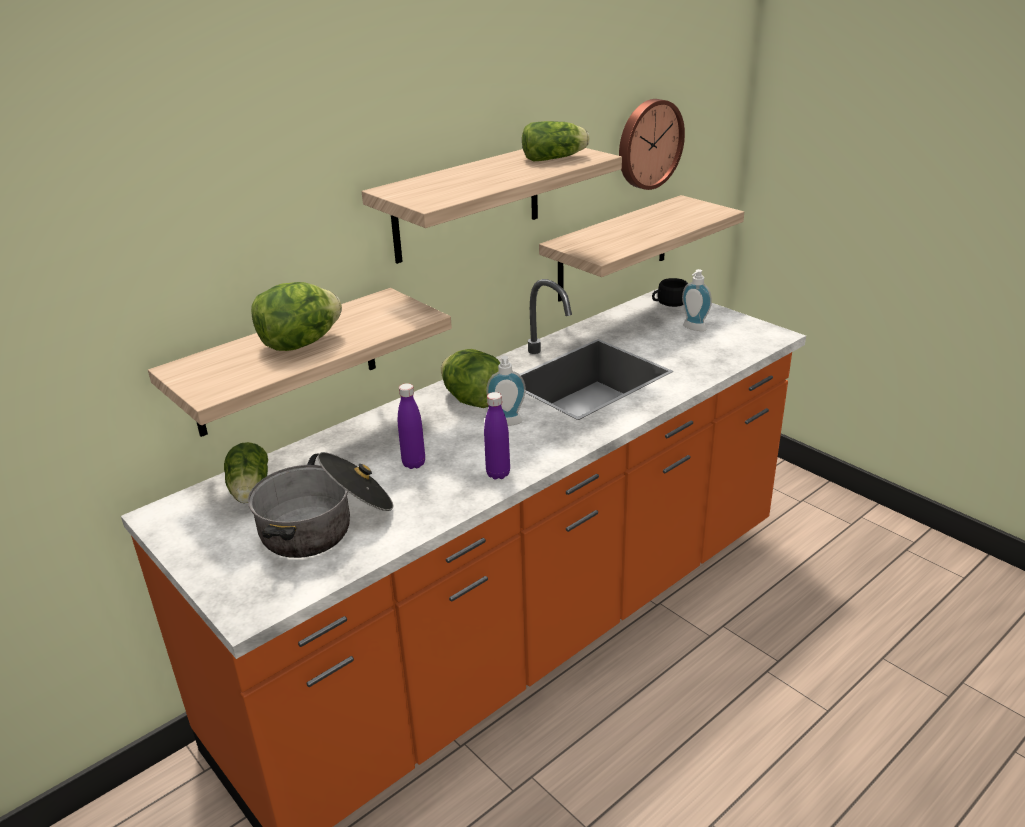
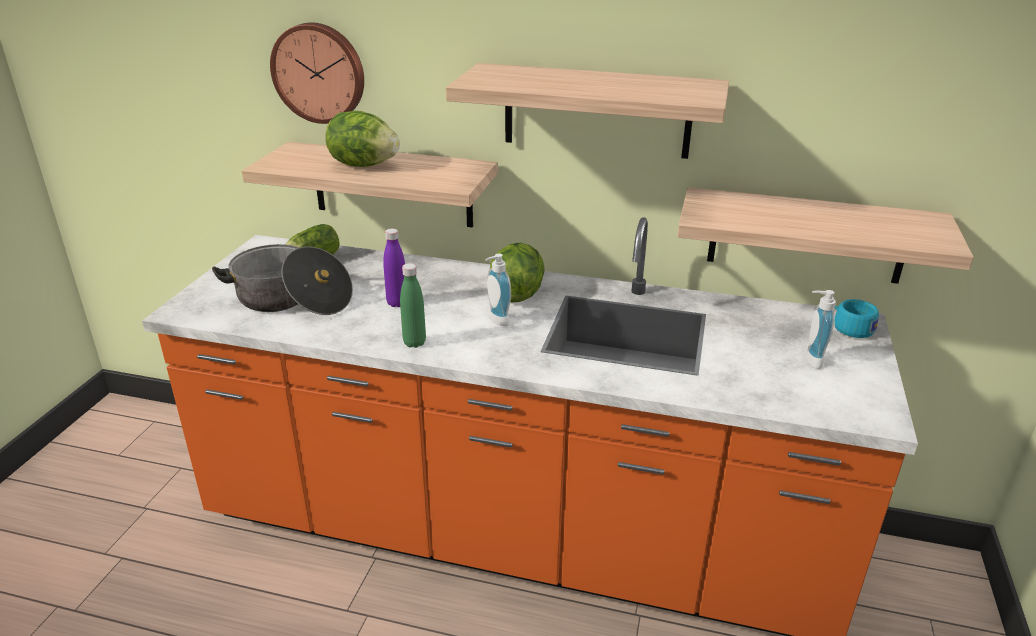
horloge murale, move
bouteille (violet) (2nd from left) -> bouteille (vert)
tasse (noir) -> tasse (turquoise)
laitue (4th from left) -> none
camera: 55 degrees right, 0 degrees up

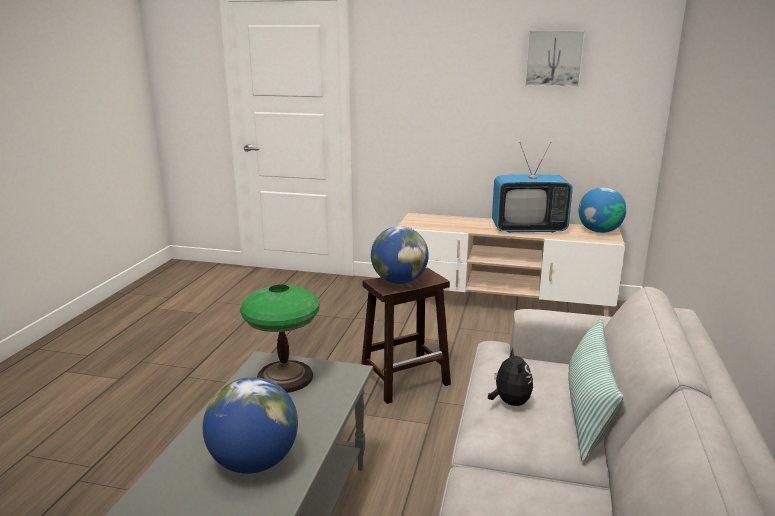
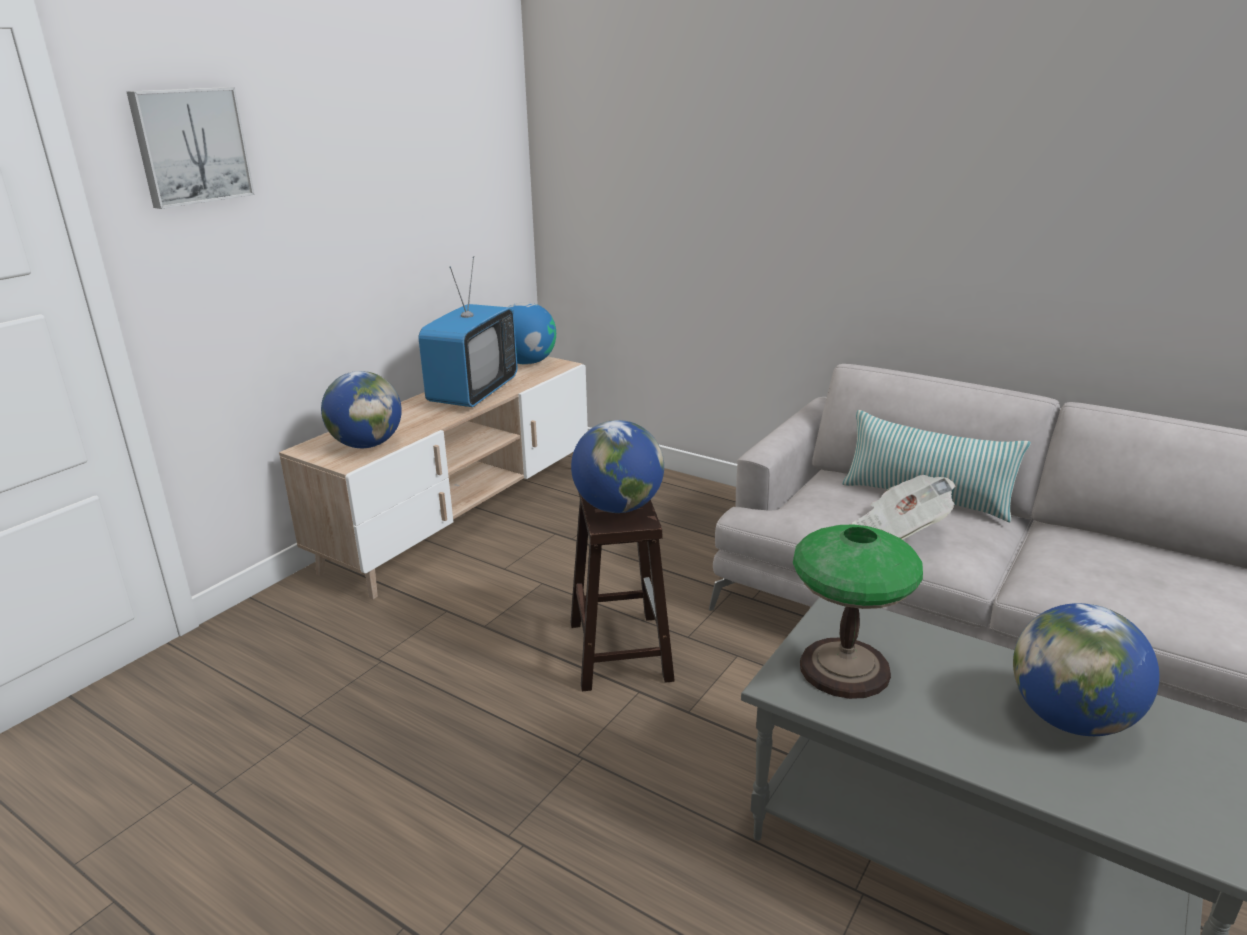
tableau, move
none -> globe (1st from left)
peluche -> journal
camera: 70 degrees left, 5 degrees up

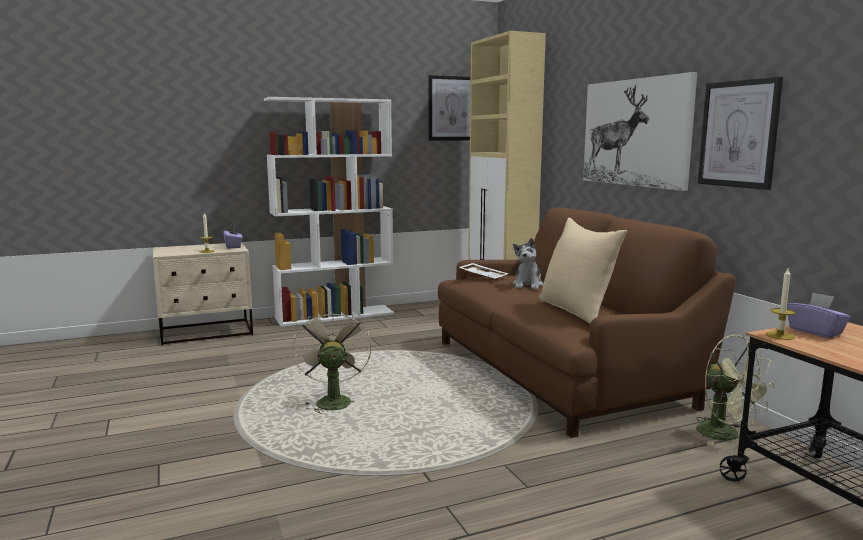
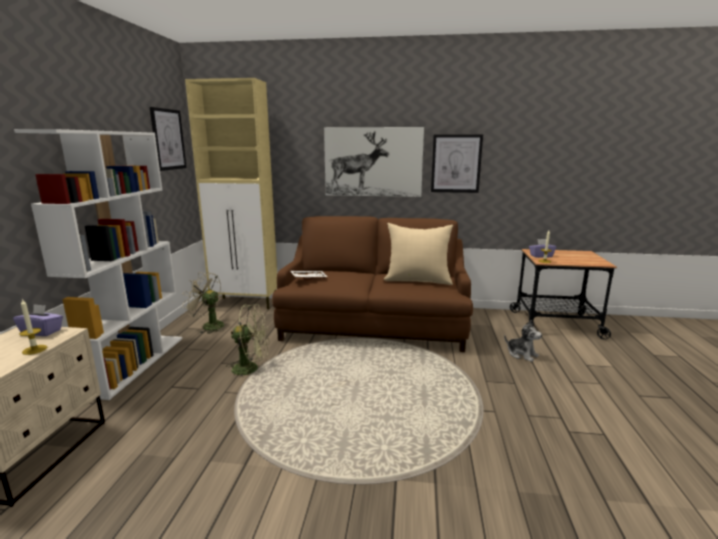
ventilateur (beige), move
ventilateur (vert), move
peluche, move
camera: 60 degrees left, 5 degrees up

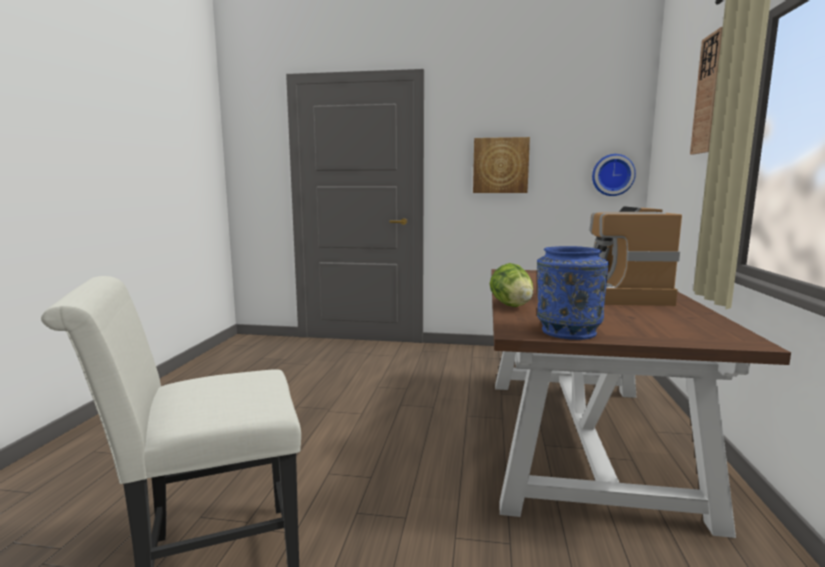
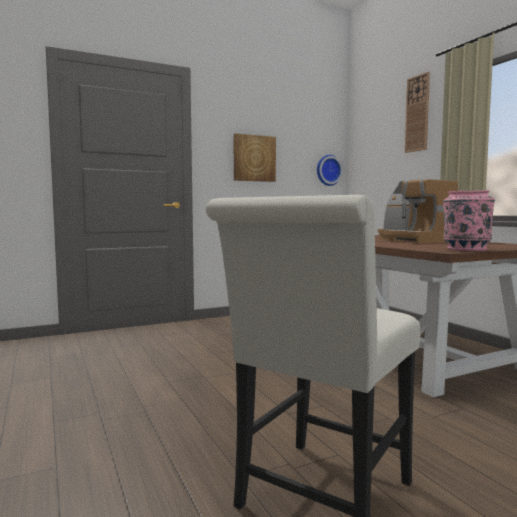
vase (bleu) -> vase (rose)
laitue -> none
camera: 35 degrees left, 5 degrees down

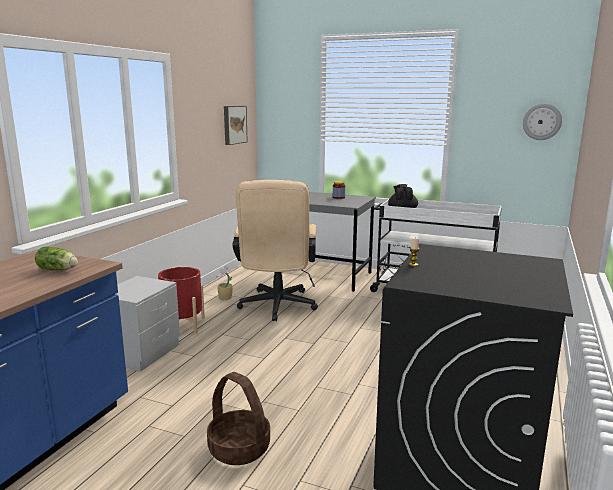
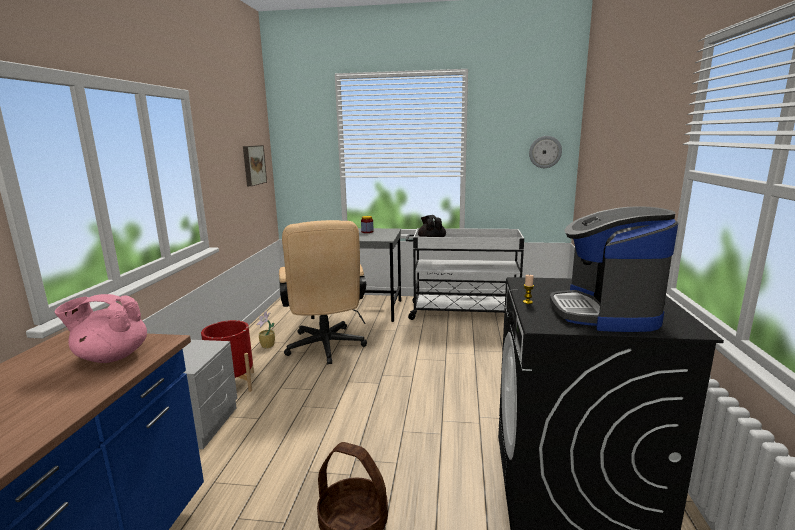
laitue -> théière (rose)
none -> machine à café
camera: 15 degrees left, 0 degrees up

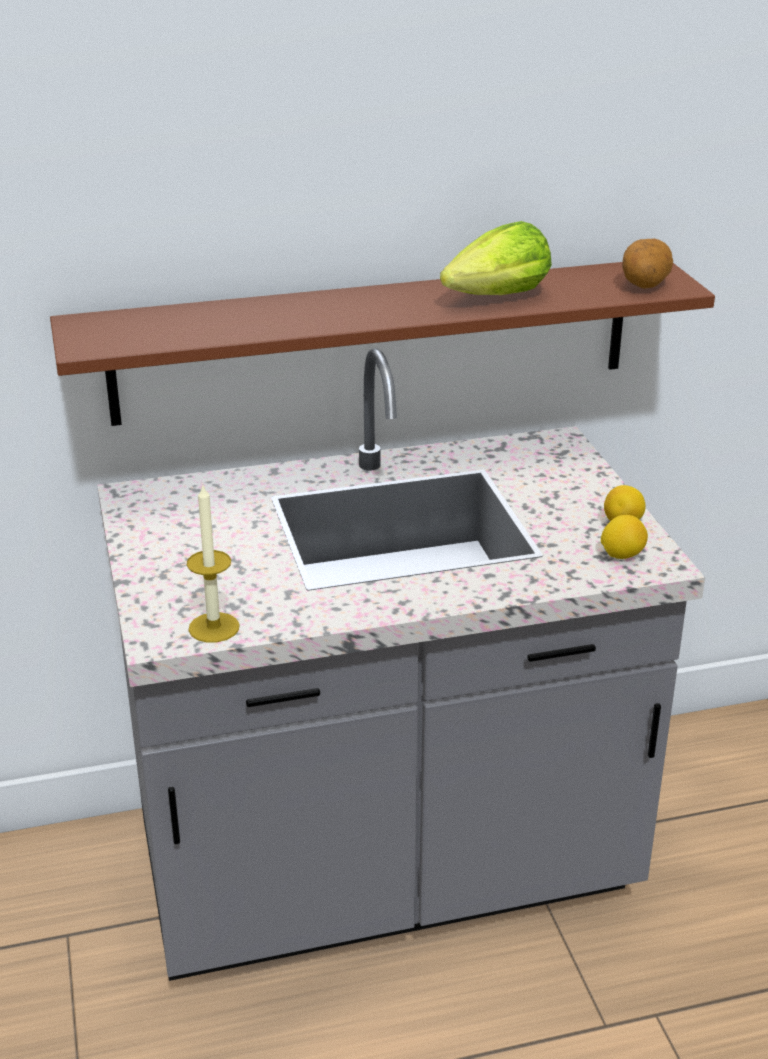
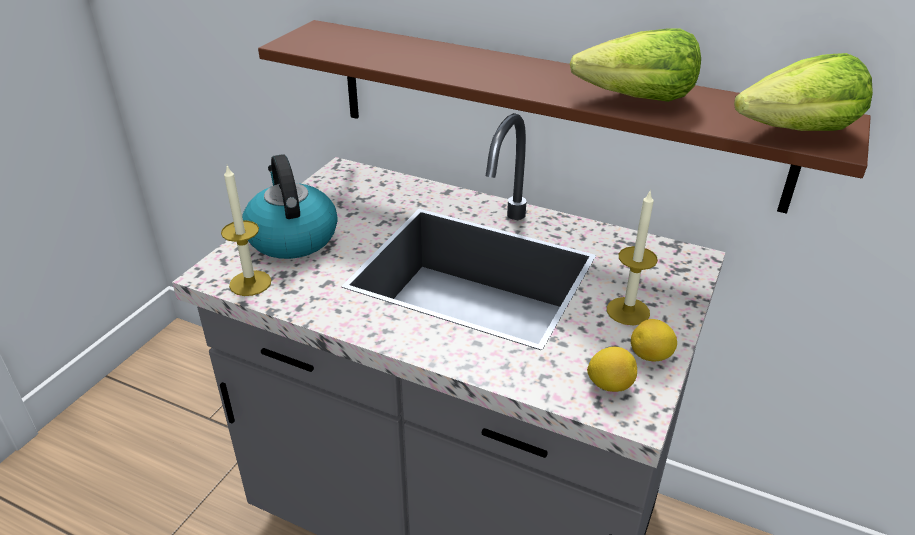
none -> bouilloire
none -> bougie (2nd from left)
pomme de terre -> laitue (2nd from left)
camera: 40 degrees right, 5 degrees up

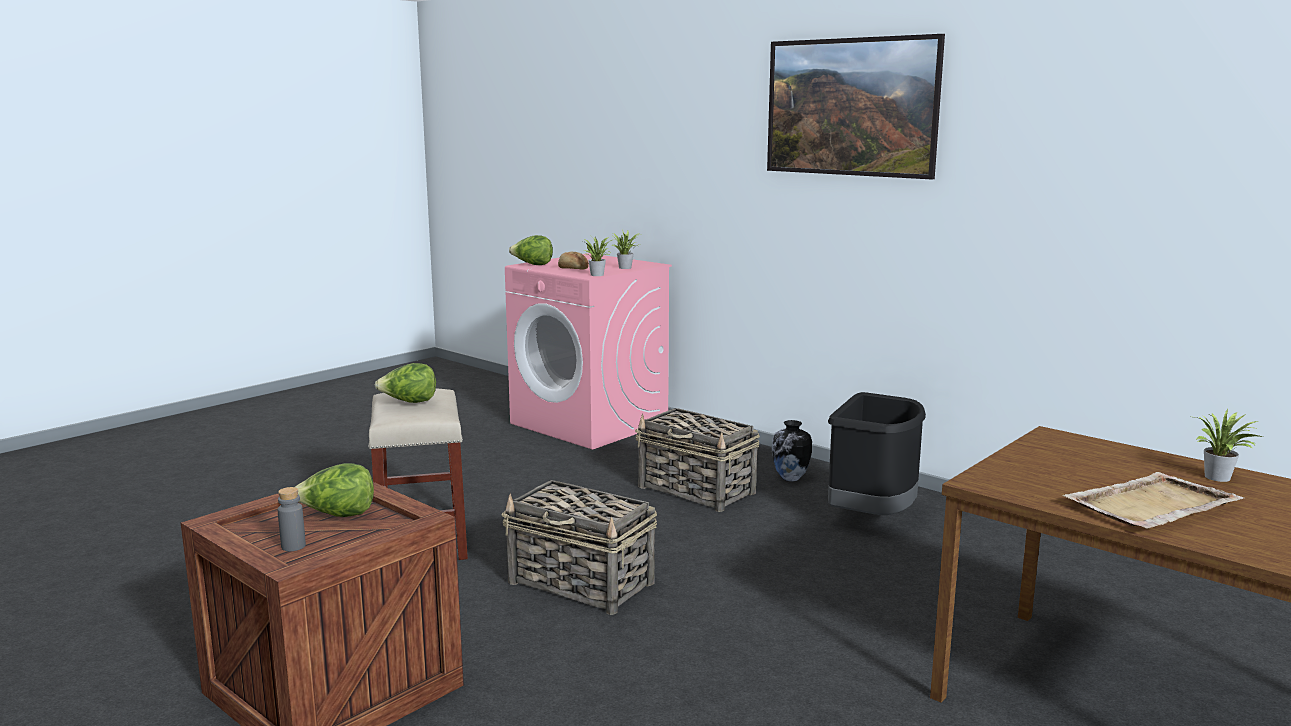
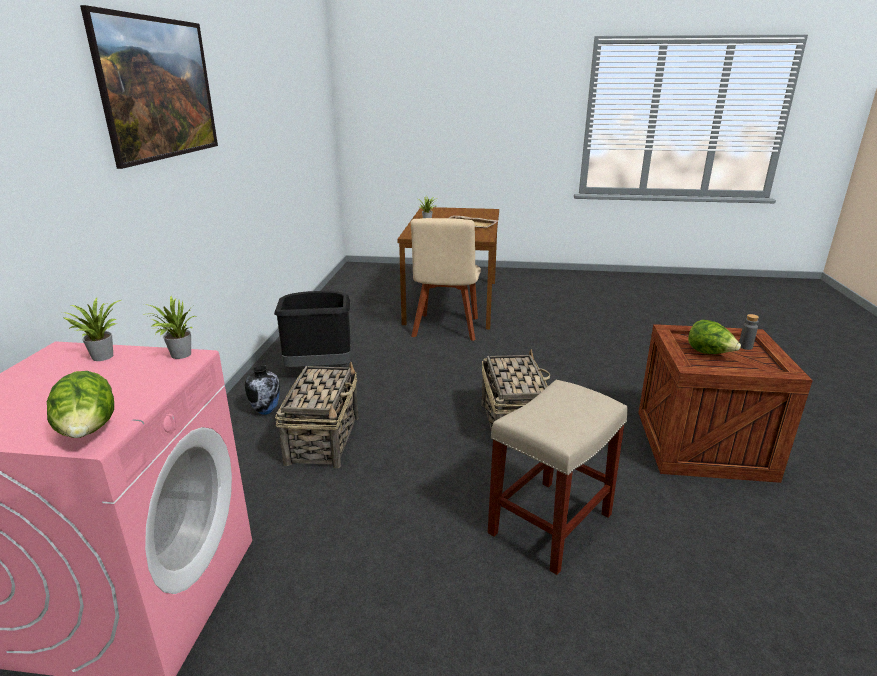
none -> chaise (beige)
laitue (2nd from left) -> none
pain -> none
camera: 125 degrees left, 10 degrees up

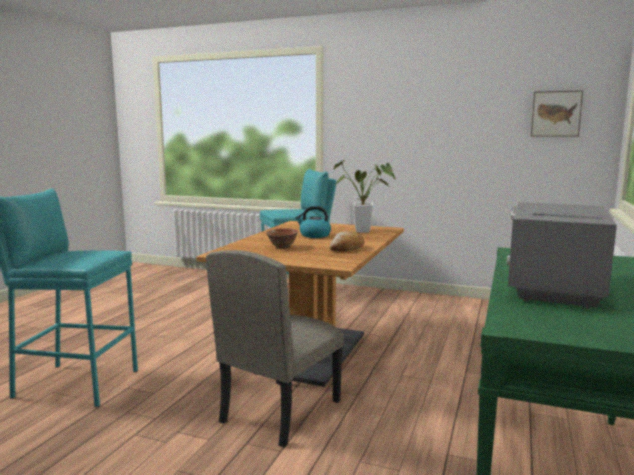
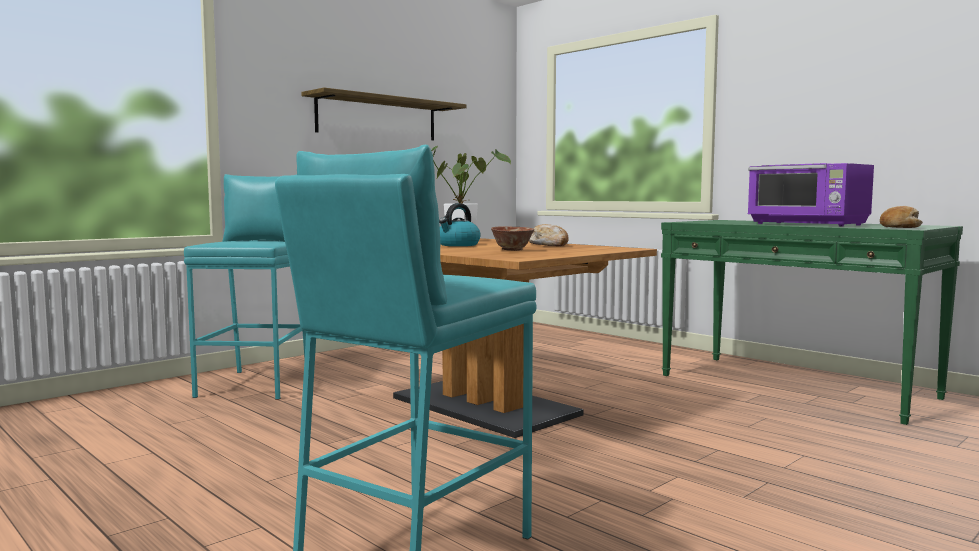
none -> étagère
micro-ondes (gris) -> micro-ondes (violet)
none -> pain (2nd from left)
chaise (beige) -> none
tableau -> none
camera: 65 degrees left, 5 degrees down

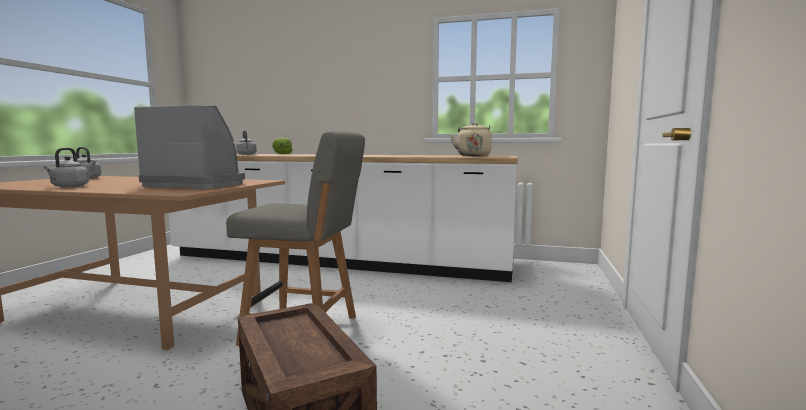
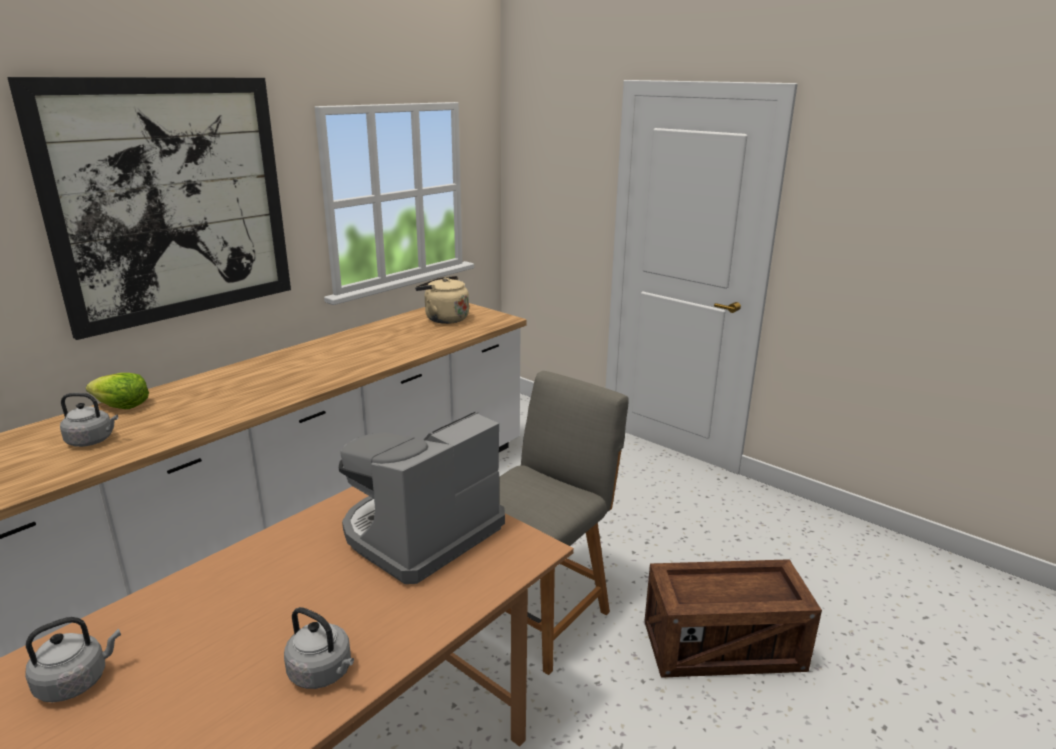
none -> tableau
camera: 65 degrees left, 15 degrees up

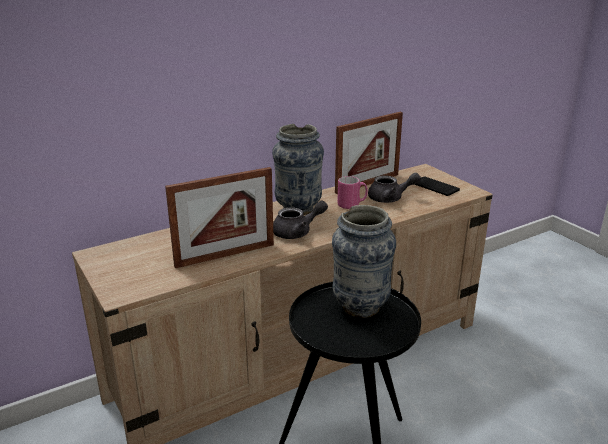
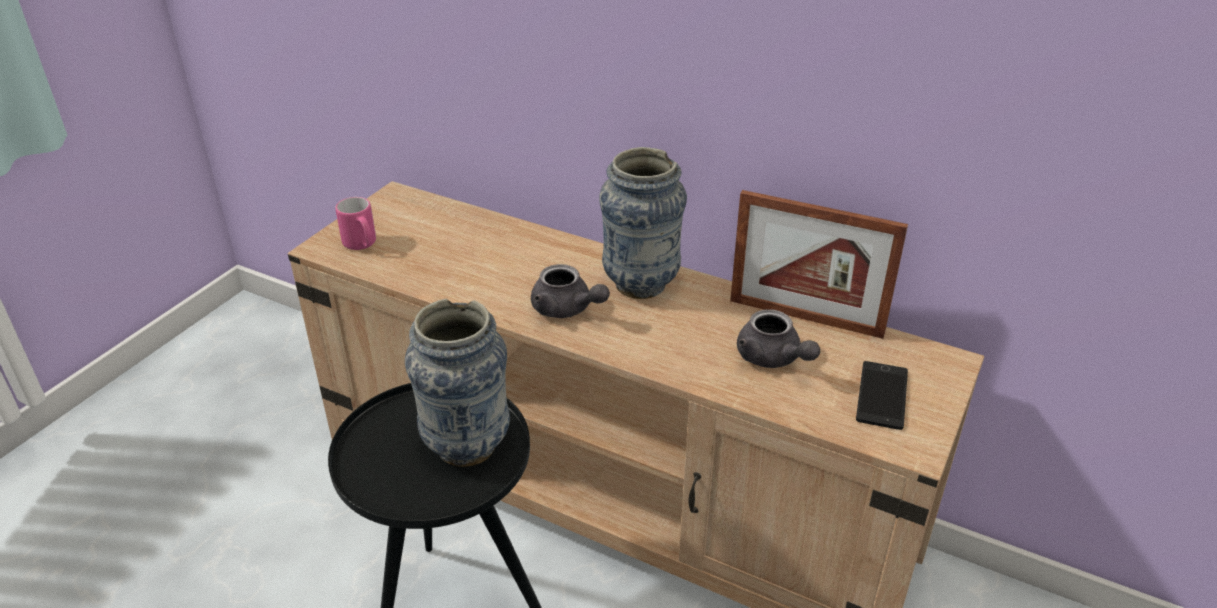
mug (rose), move
cadre photo (1st from left) -> none
camera: 60 degrees right, 10 degrees up

